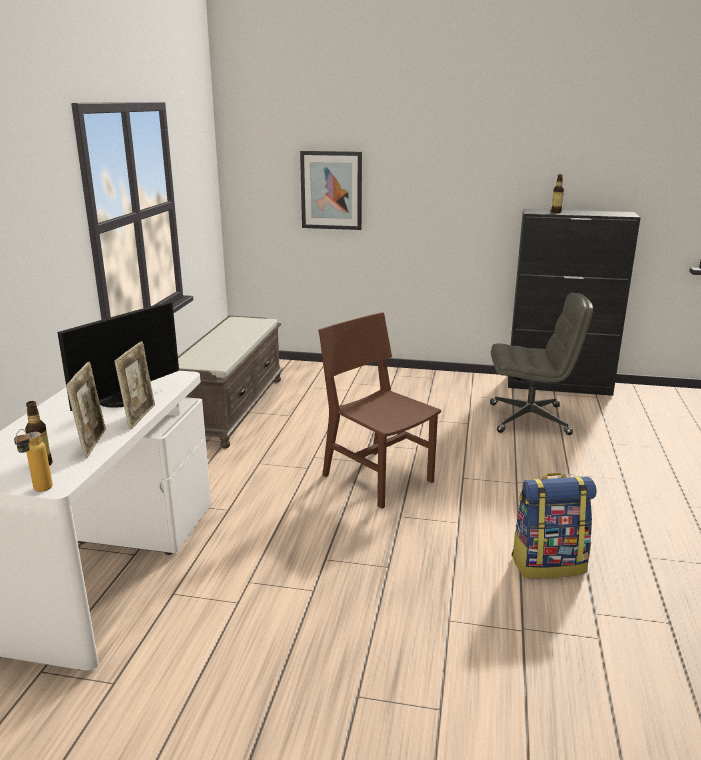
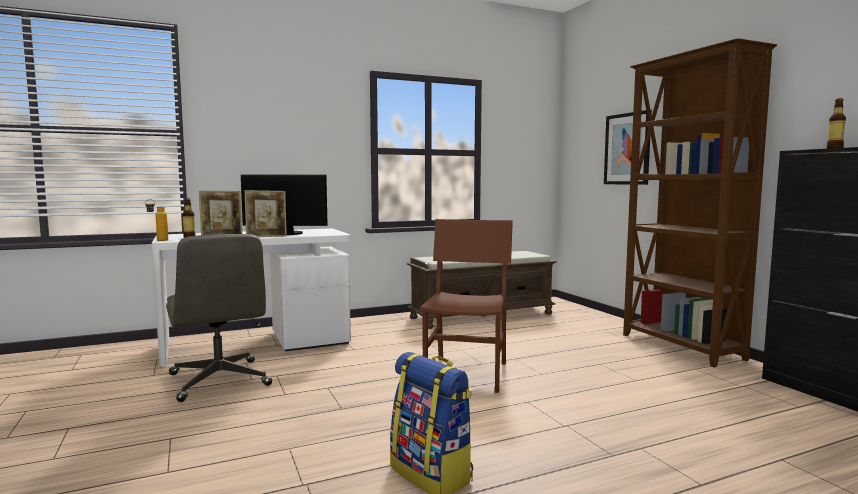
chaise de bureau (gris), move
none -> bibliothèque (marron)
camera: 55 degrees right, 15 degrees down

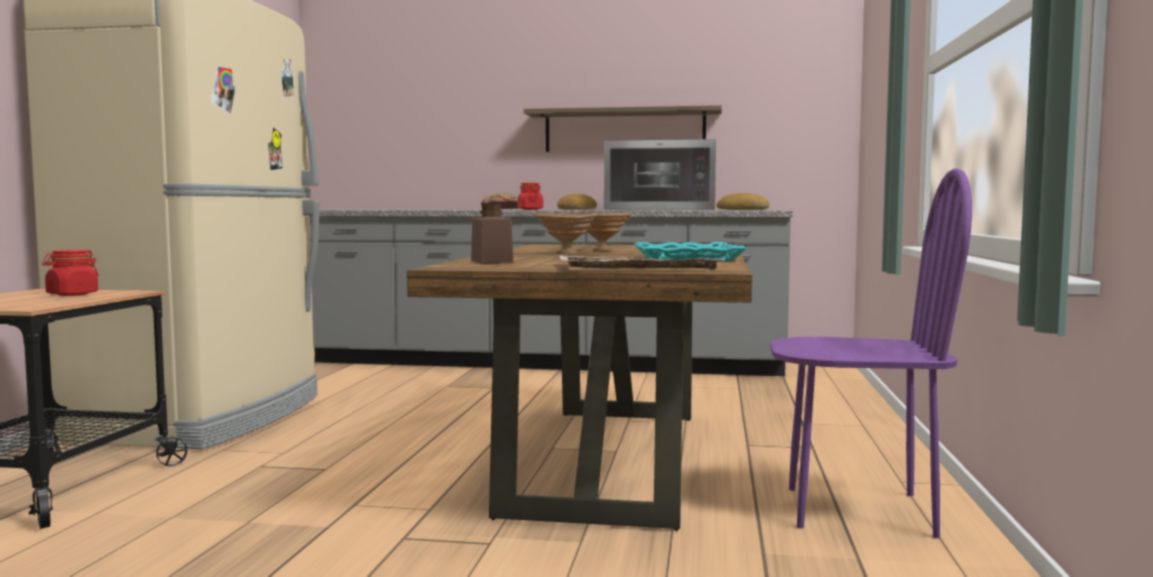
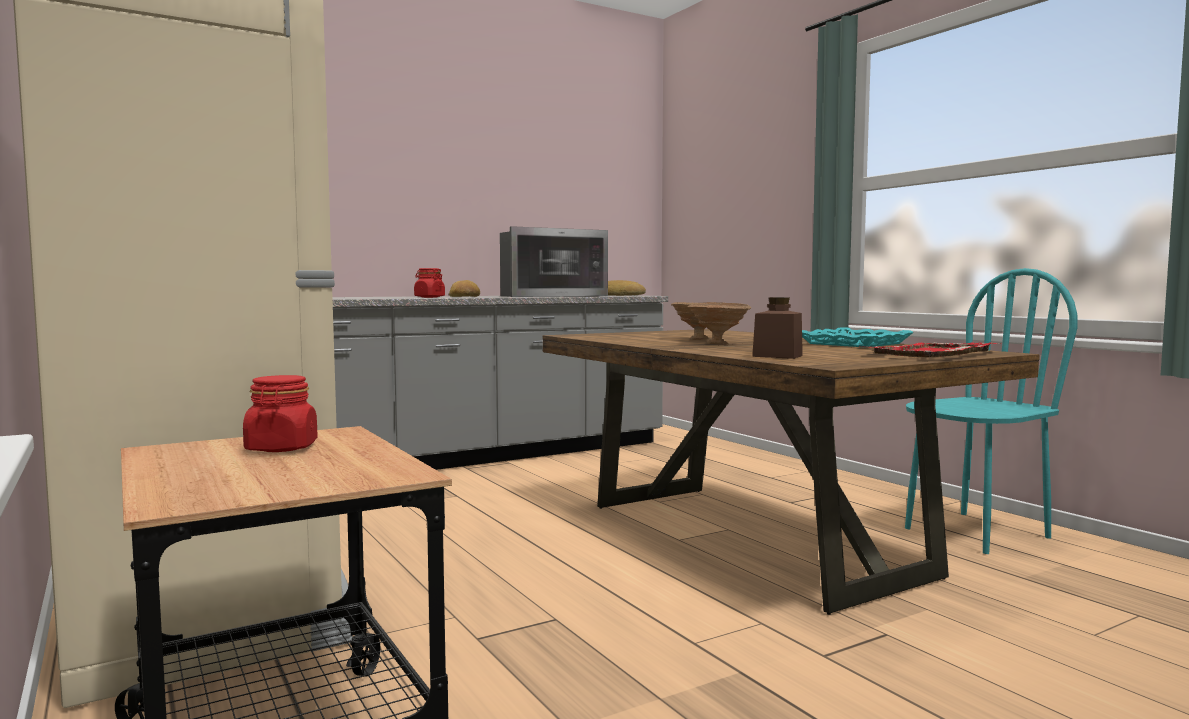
plateau (beige) -> plateau (rouge)
chaise (violet) -> chaise (turquoise)
pain (1st from left) -> none
étagère -> none
camera: 40 degrees left, 0 degrees up

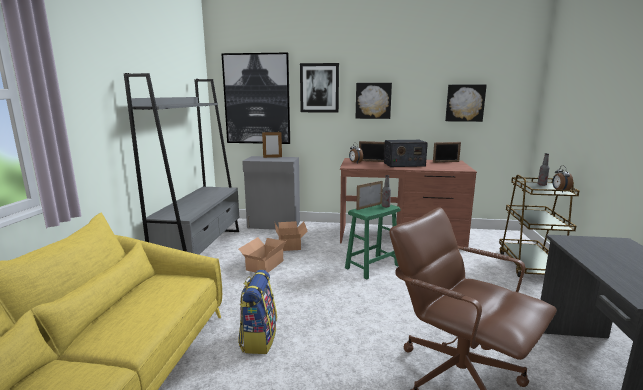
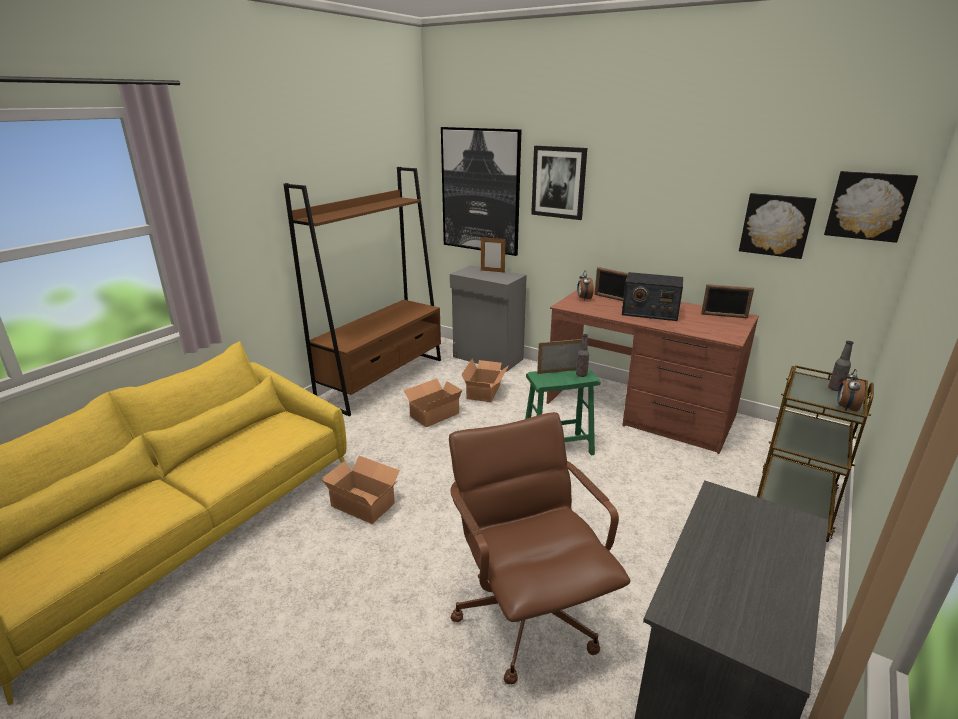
bibliothèque (gris) -> bibliothèque (marron)
sac à dos -> carton (1st from left)
tableau (3rd from left in the first image) -> tableau (4th from left), move
camera: 25 degrees right, 10 degrees up

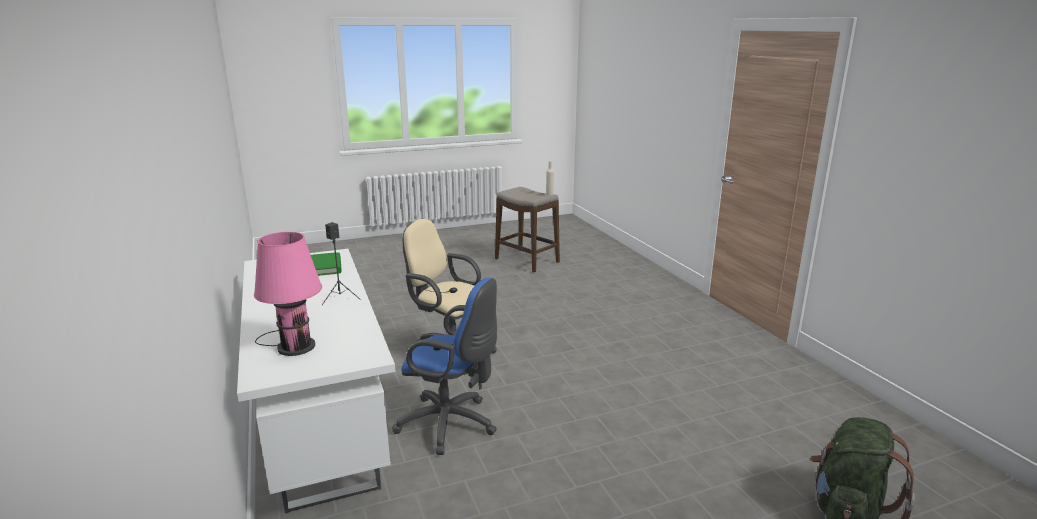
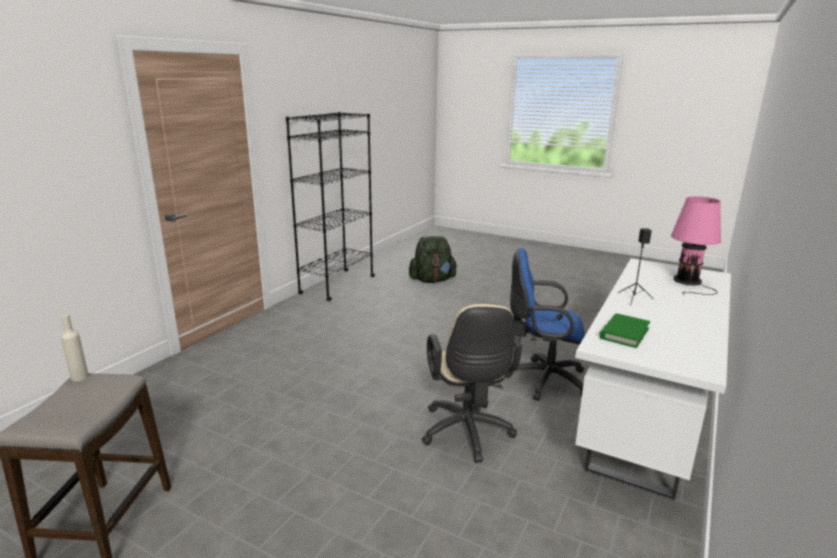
none -> bibliothèque (noir)
chaise de bureau (bleu), 60 degrees counterclockwise
camera: 130 degrees left, 0 degrees up

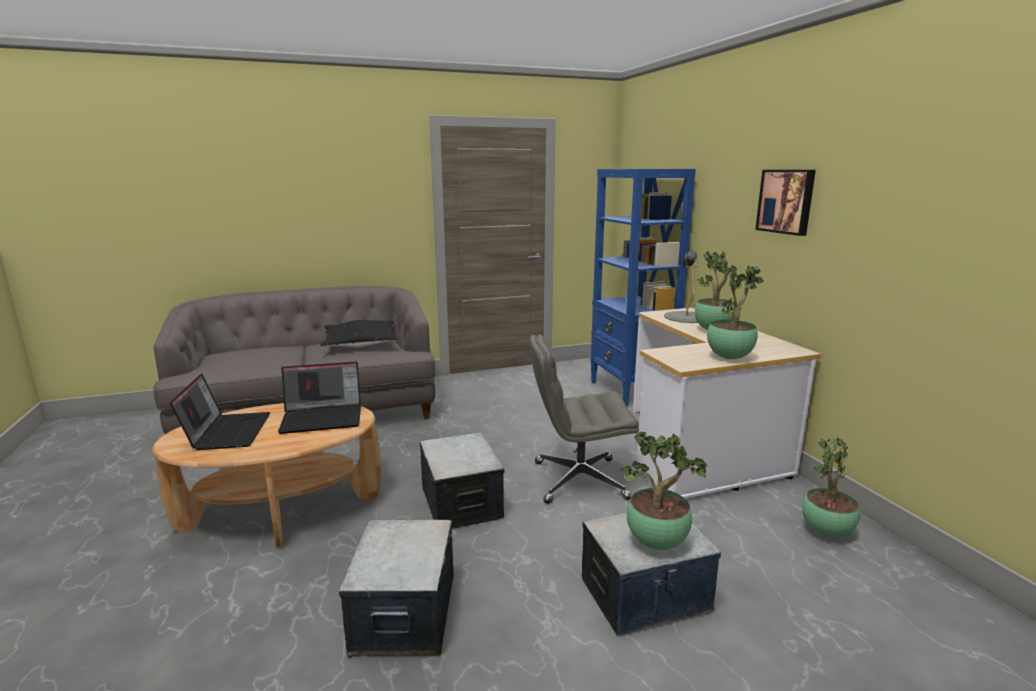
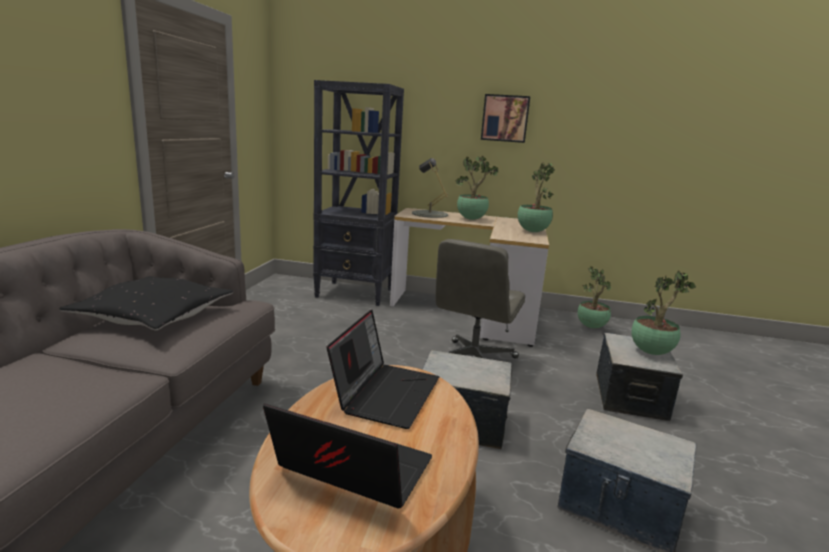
bibliothèque (bleu) -> bibliothèque (noir)
camera: 60 degrees left, 0 degrees up

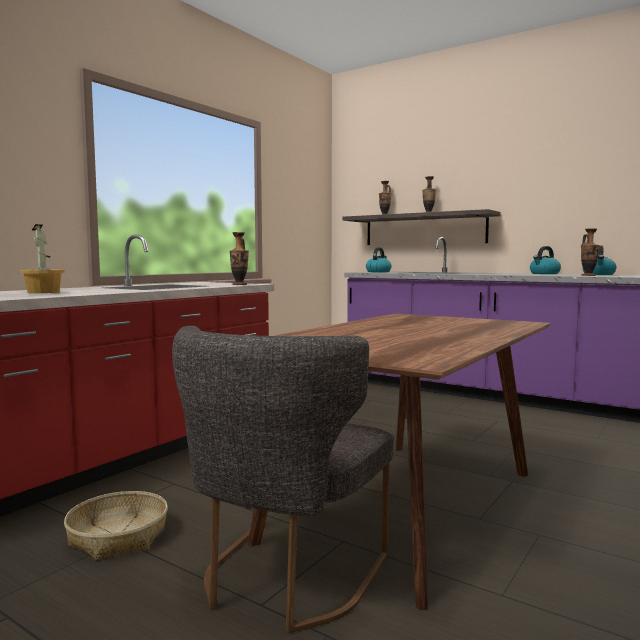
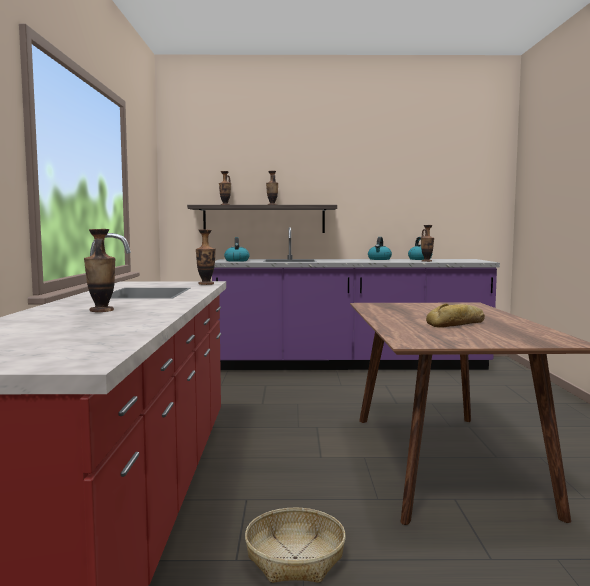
plante en pot -> vase (1st from left)
none -> pain
chaise (gris) -> none
camera: 35 degrees left, 0 degrees up

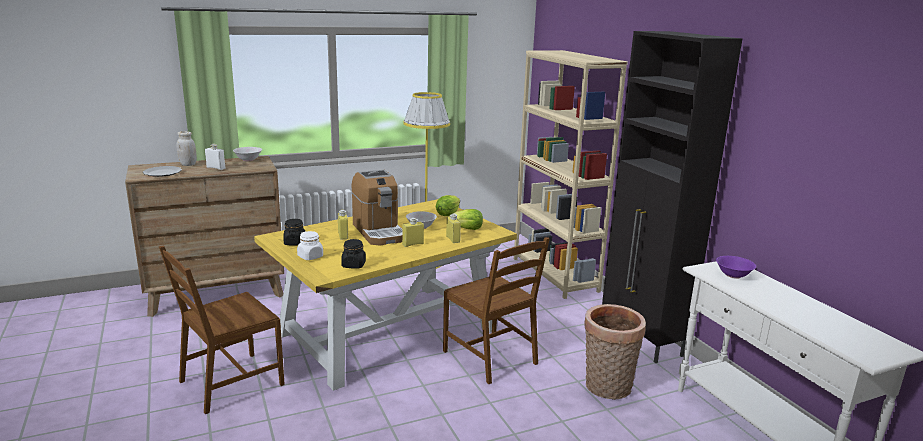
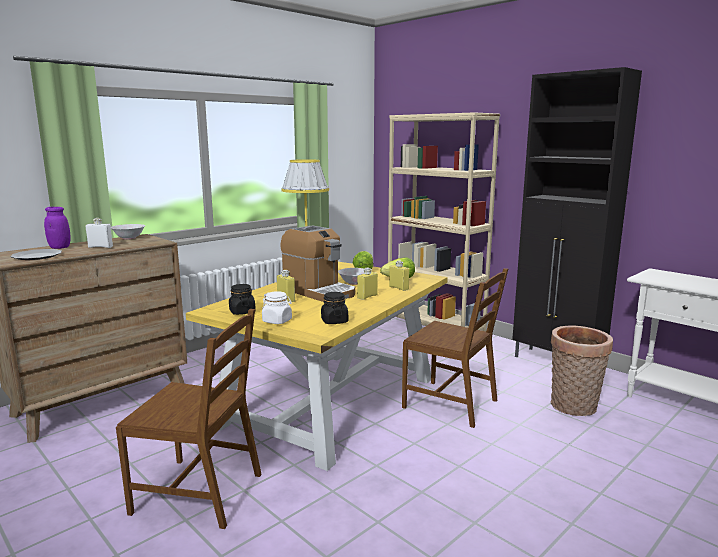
bocal (blanc) (1st from left) -> bocal (violet)
chaise (marron) (1st from left), 105 degrees counterclockwise
bol (violet) -> none
camera: 20 degrees left, 5 degrees down

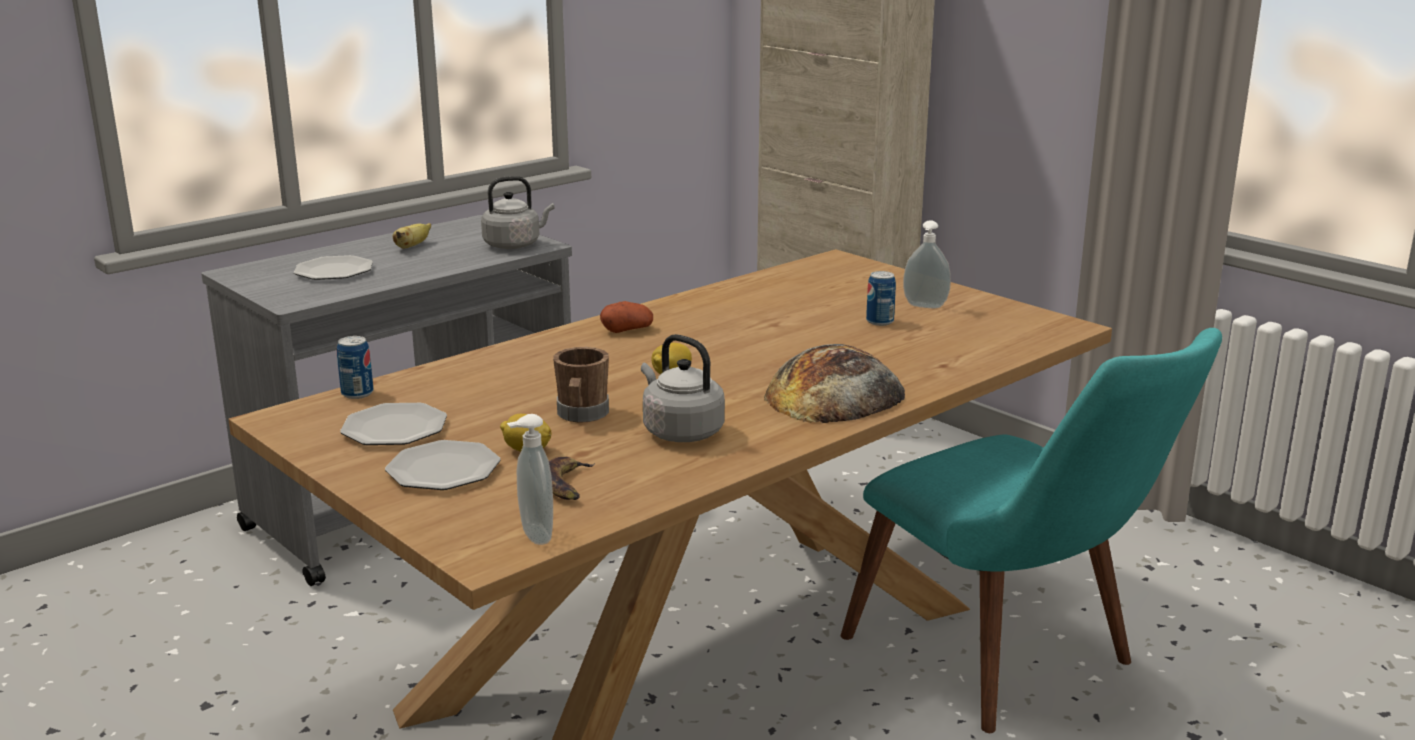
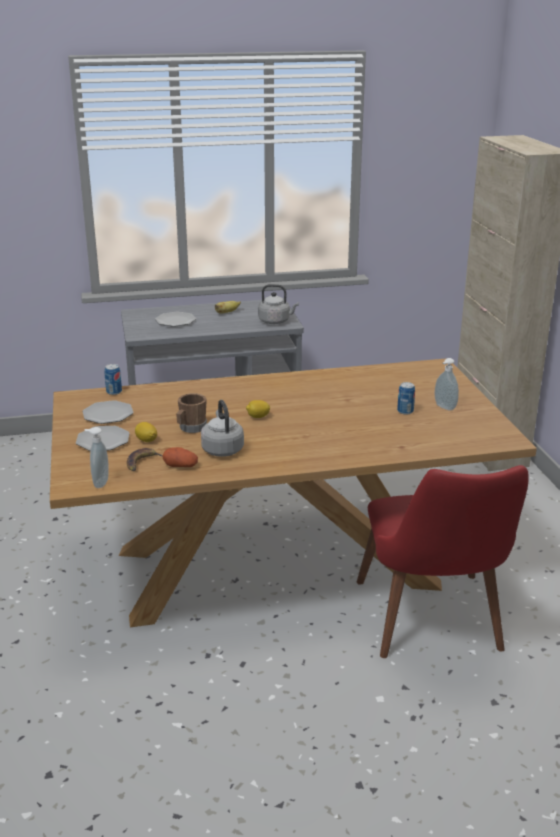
pomme de terre, move
chaise (turquoise) -> chaise (rouge)
pain -> none
camera: 30 degrees right, 5 degrees up

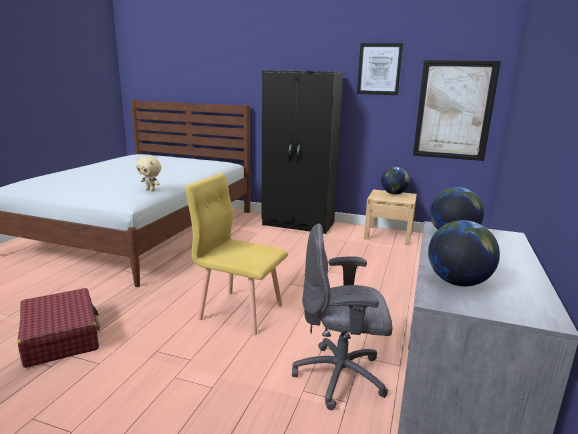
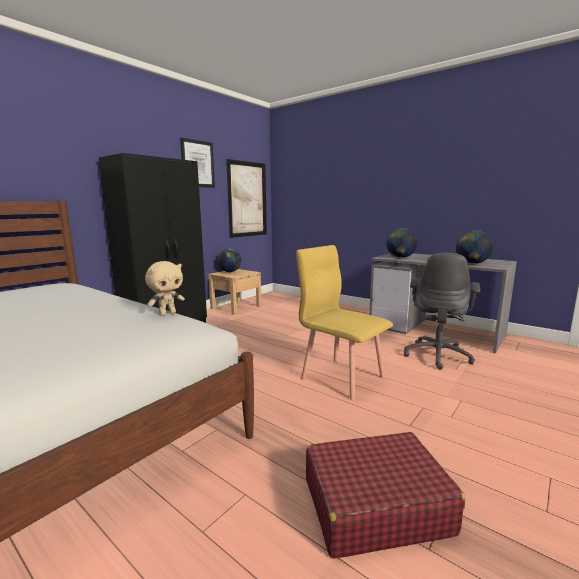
chaise (jaune), 90 degrees clockwise
camera: 70 degrees left, 5 degrees down

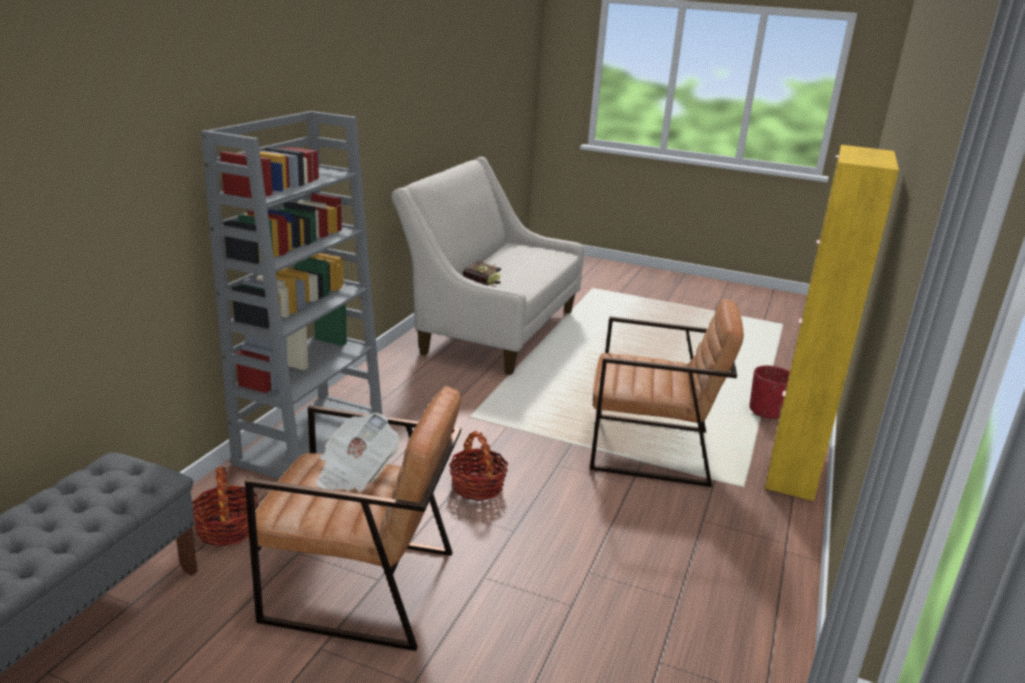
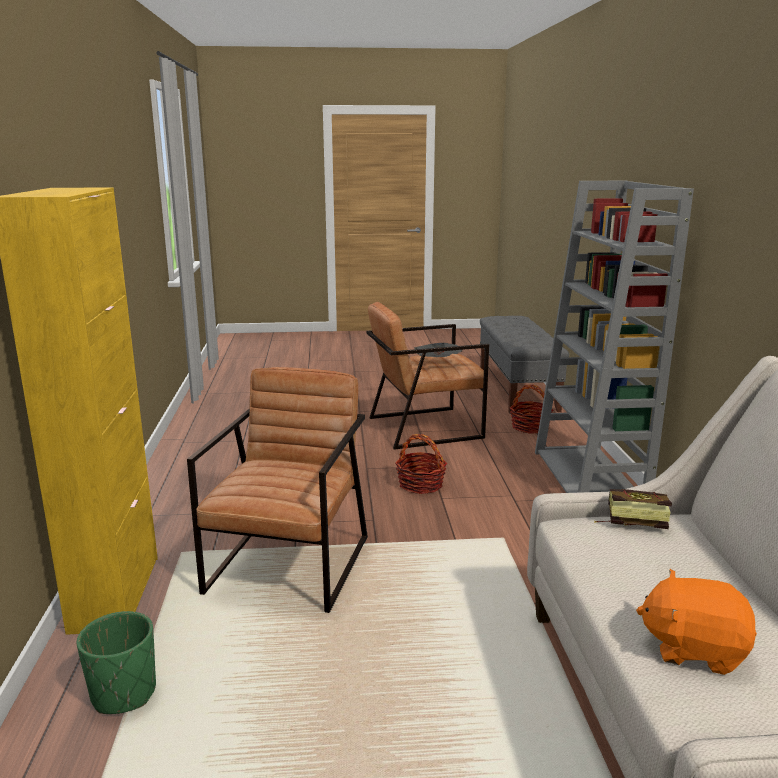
cache-pot (rouge) -> cache-pot (vert)
fauteuil (marron) (2nd from left in the first image) -> fauteuil (marron) (1st from left), 120 degrees clockwise
none -> peluche (orange)
camera: 155 degrees right, 5 degrees down

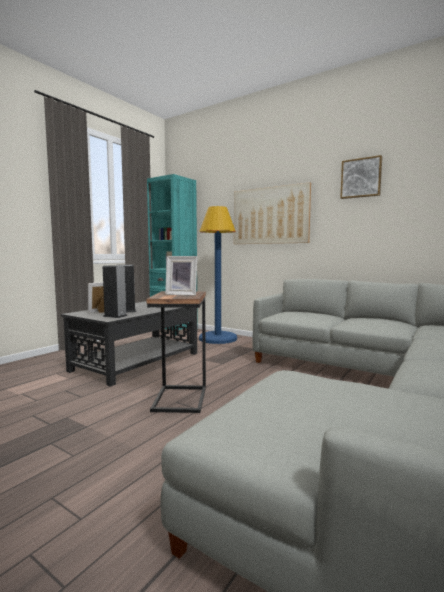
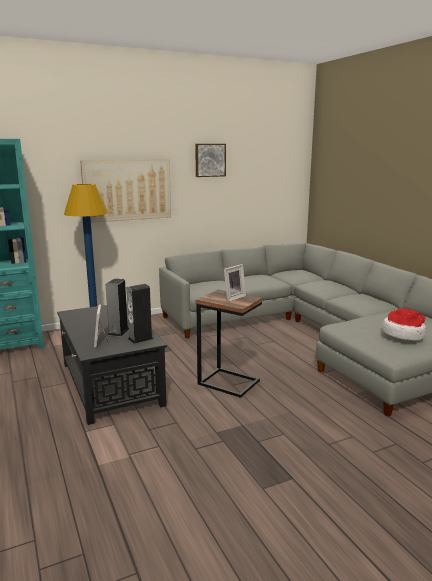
none -> chapeau
camera: 60 degrees left, 10 degrees up

